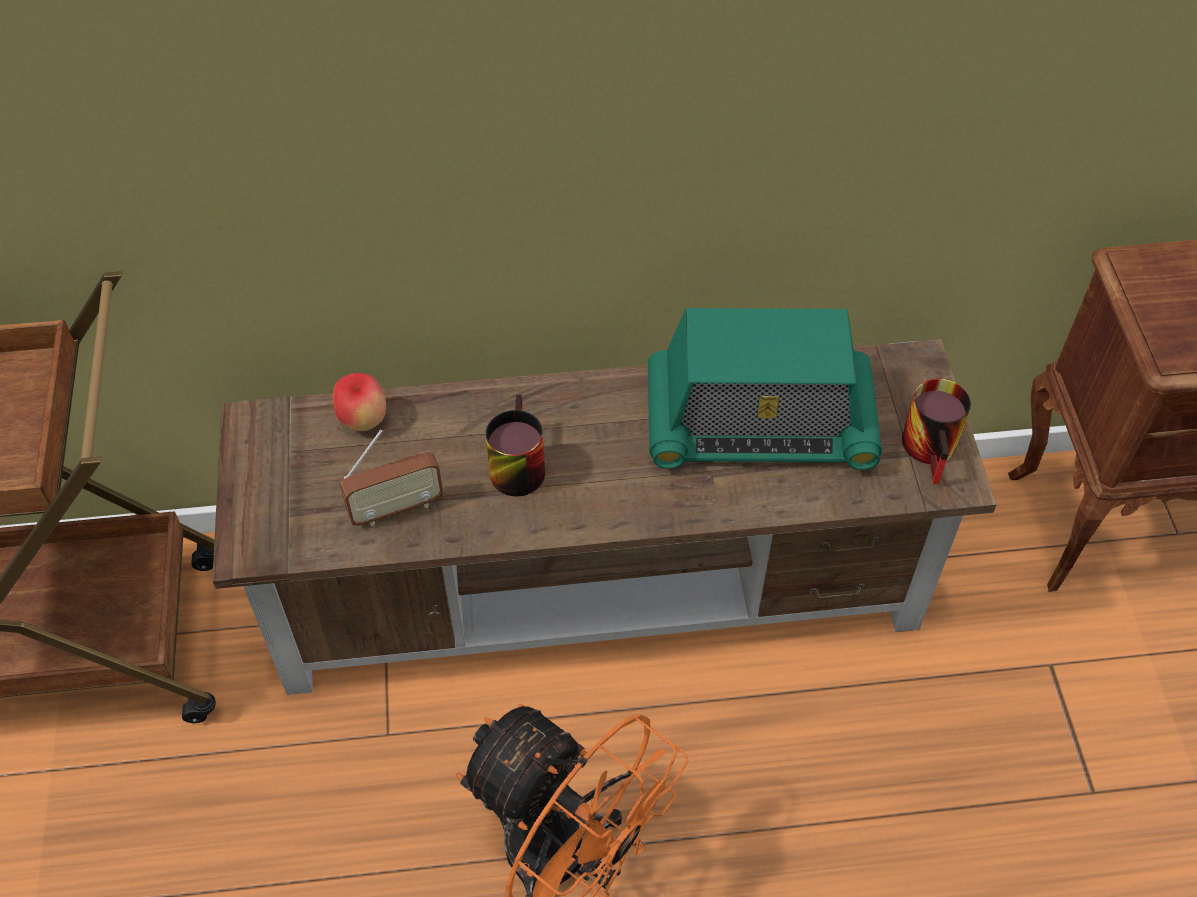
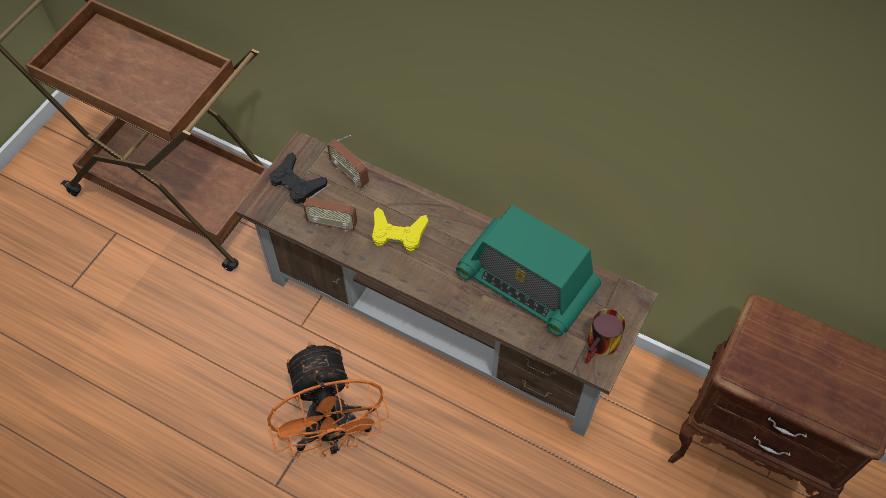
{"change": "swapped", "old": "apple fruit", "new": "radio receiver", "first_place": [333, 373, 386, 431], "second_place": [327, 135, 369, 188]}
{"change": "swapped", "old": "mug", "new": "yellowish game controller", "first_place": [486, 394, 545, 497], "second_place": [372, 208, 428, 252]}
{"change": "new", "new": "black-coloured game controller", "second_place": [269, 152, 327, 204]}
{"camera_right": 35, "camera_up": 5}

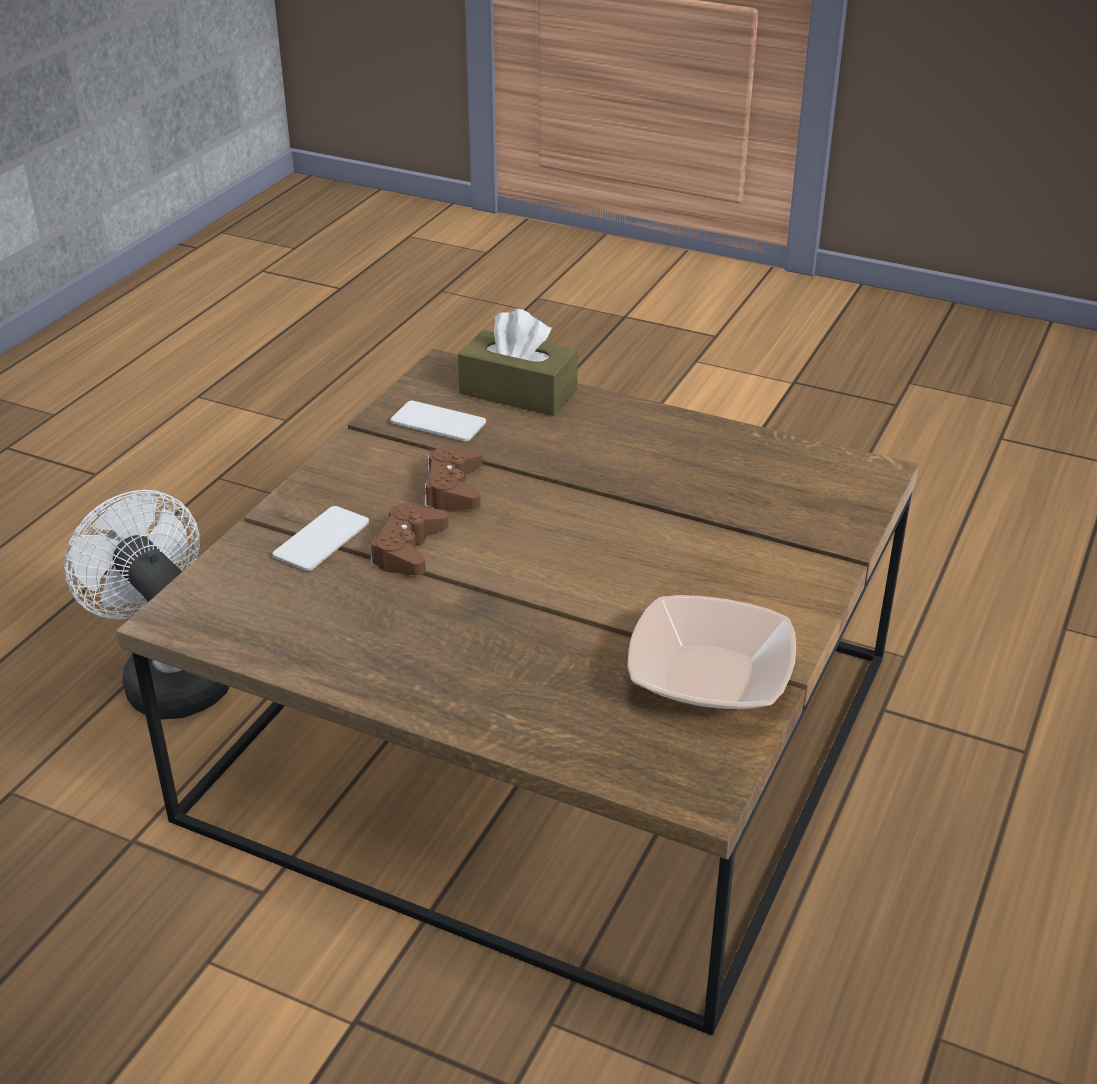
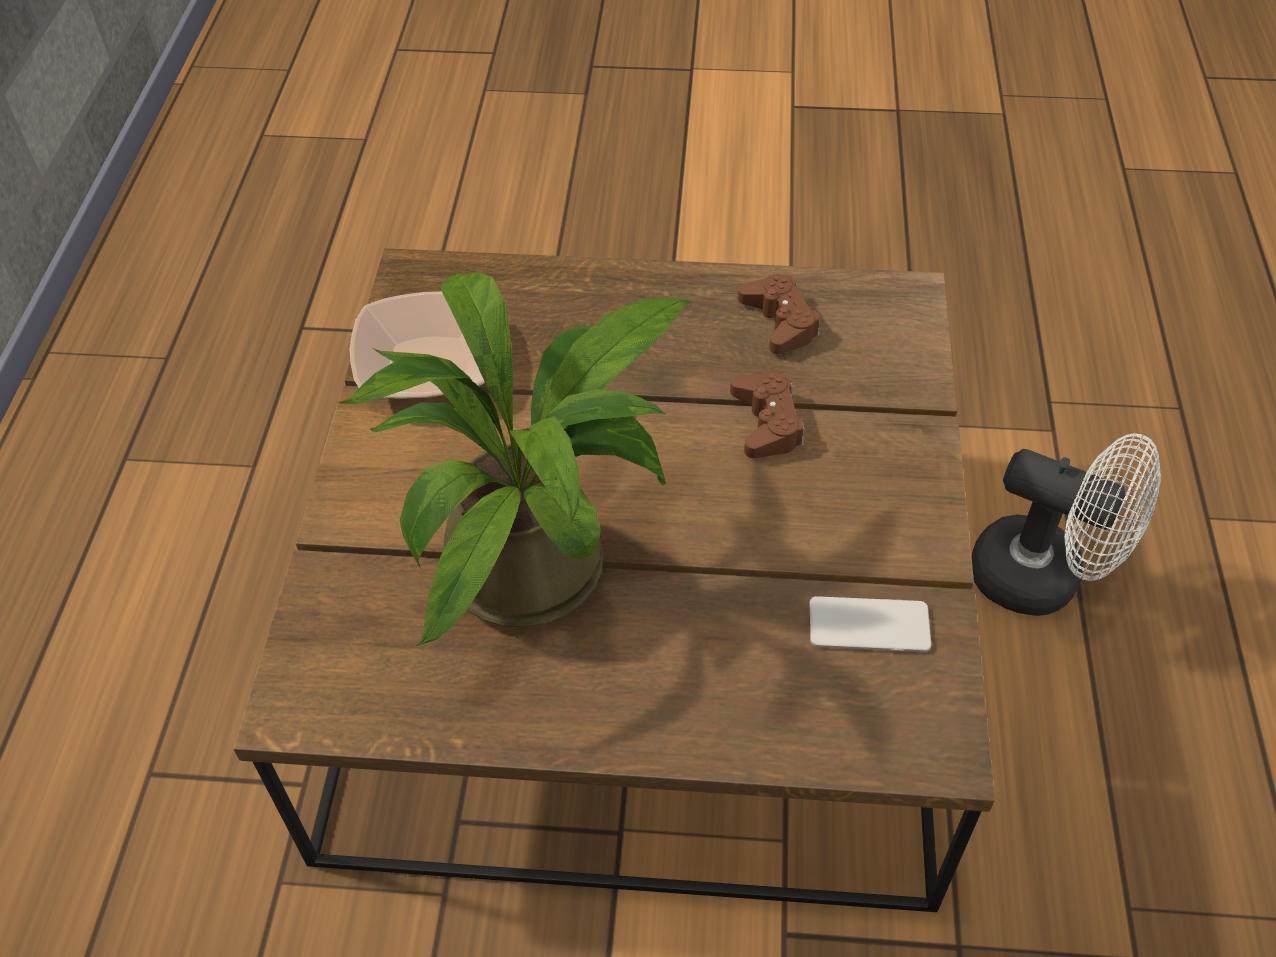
{"change": "gone", "old": "telephone", "first_place": [273, 506, 369, 571]}
{"change": "shifted", "old": "brown game controller", "first_place": [424, 446, 483, 510], "second_place": [738, 274, 820, 354]}
{"change": "gone", "old": "brown tissue holder", "first_place": [458, 309, 578, 416]}
{"change": "new", "new": "potted plant", "second_place": [339, 272, 694, 646]}
{"camera_right": 160, "camera_up": 15}

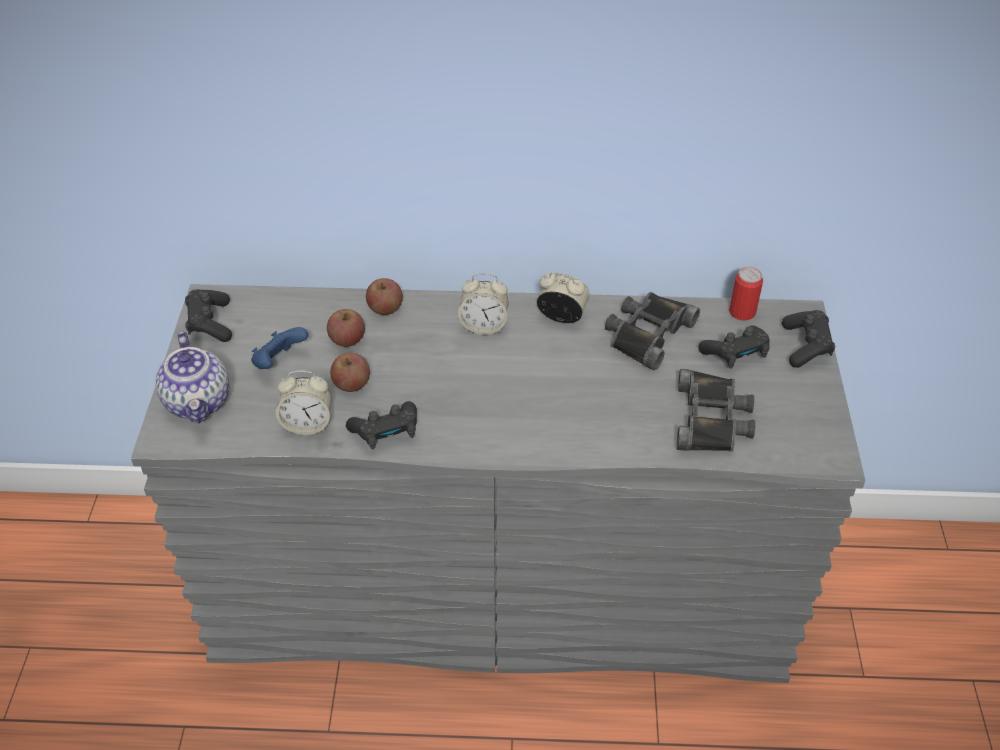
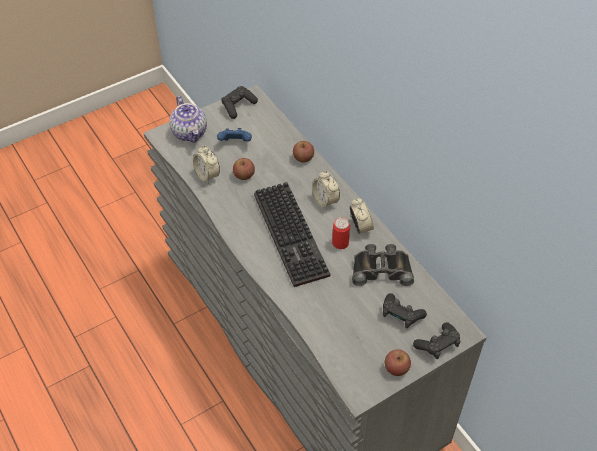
{"change": "rotated", "old": "pot for tea", "first_place": [156, 331, 229, 423], "second_place": [169, 96, 207, 143], "degrees": -60}
{"change": "shifted", "old": "apple fruit", "first_place": [327, 309, 365, 347], "second_place": [385, 349, 411, 376]}
{"change": "gone", "old": "black-coloured game controller", "first_place": [346, 401, 417, 450]}
{"change": "gone", "old": "black-coloured pair of binoculars", "first_place": [677, 369, 755, 451]}
{"change": "shifted", "old": "can", "first_place": [729, 267, 763, 320], "second_place": [332, 217, 350, 249]}
{"change": "new", "new": "computer keyboard", "second_place": [254, 182, 330, 287]}
{"camera_right": 55, "camera_up": 5}

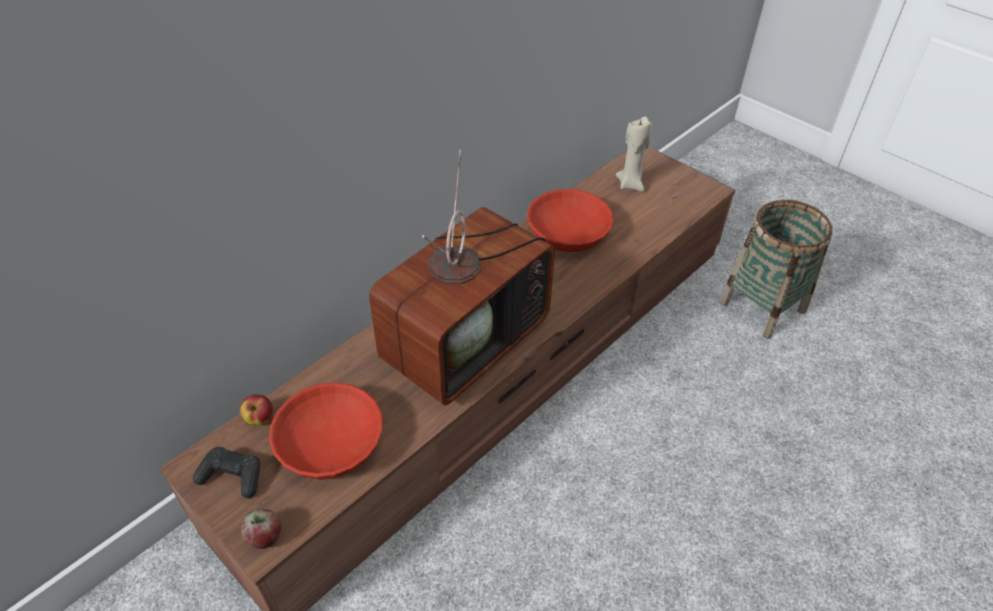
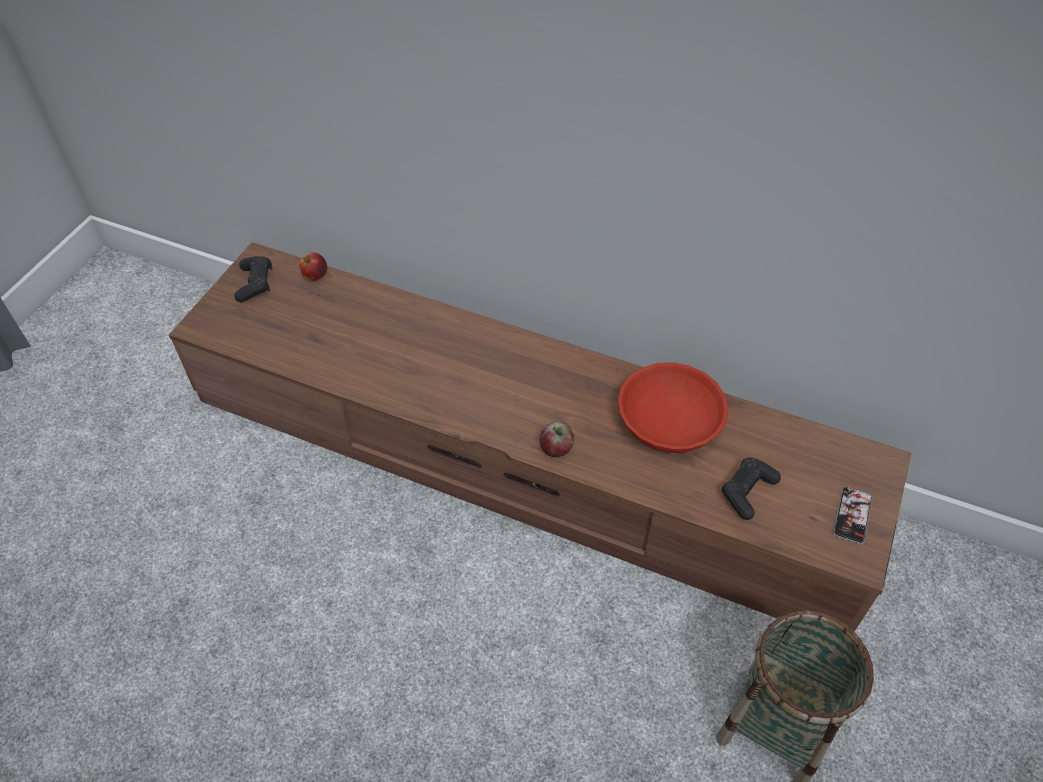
{"change": "shifted", "old": "apple fruit", "first_place": [241, 509, 281, 549], "second_place": [539, 421, 574, 457]}
{"change": "gone", "old": "reddish bowl", "first_place": [269, 382, 383, 480]}
{"change": "gone", "old": "TV set", "first_place": [369, 150, 555, 405]}
{"change": "gone", "old": "sand-coloured wax candle", "first_place": [616, 116, 652, 192]}
{"change": "new", "new": "black-coloured game controller", "second_place": [722, 457, 781, 520]}
{"change": "new", "new": "telephone", "second_place": [833, 487, 872, 544]}
{"camera_right": 70, "camera_up": 5}

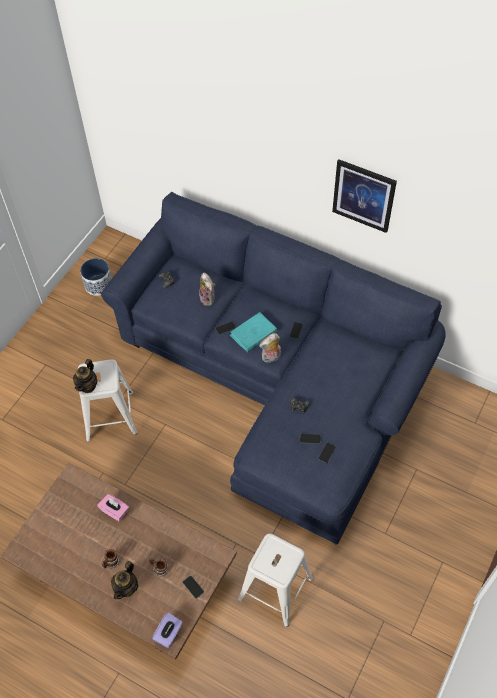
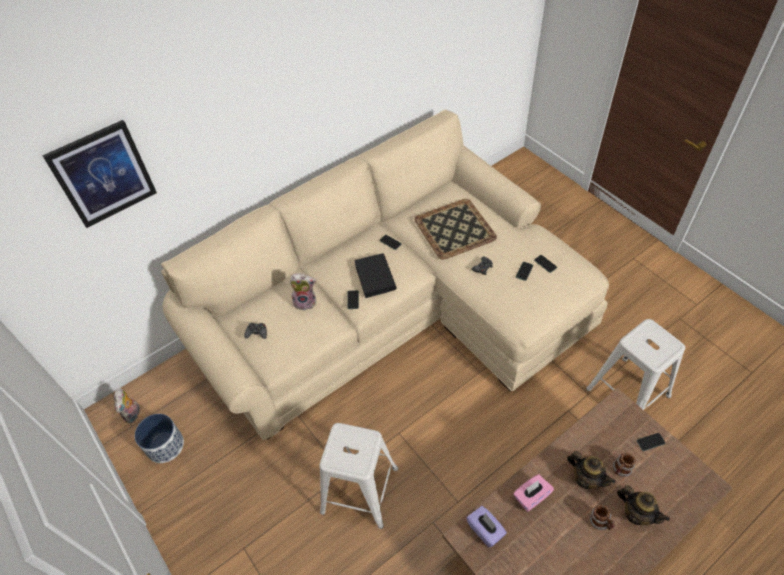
{"change": "shifted", "old": "pot for tea", "first_place": [73, 359, 98, 393], "second_place": [567, 451, 615, 489]}
{"change": "repainted", "old": "blue-coloured sofa", "new": "sand-coloured sofa", "first_place": [101, 192, 446, 545], "second_place": [161, 110, 609, 440]}
{"change": "shifted", "old": "purple tissue holder", "first_place": [152, 612, 183, 648], "second_place": [466, 506, 507, 547]}
{"change": "repainted", "old": "turquoise volume", "new": "black-coloured volume", "first_place": [230, 312, 278, 352], "second_place": [354, 253, 396, 298]}
{"change": "shifted", "old": "soft toy", "first_place": [259, 333, 281, 363], "second_place": [114, 388, 142, 423]}
{"change": "shifted", "old": "picture", "first_place": [332, 159, 397, 233], "second_place": [42, 120, 157, 228]}
{"change": "new", "new": "serving tray", "second_place": [414, 199, 497, 260]}
{"camera_right": -65, "camera_up": -5}

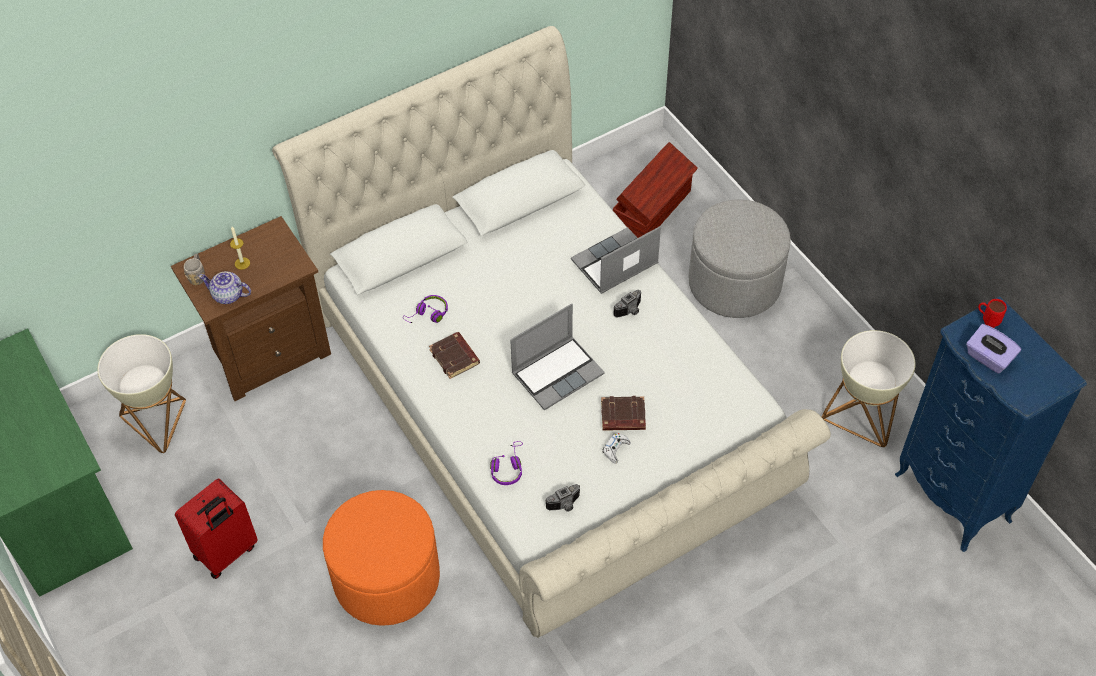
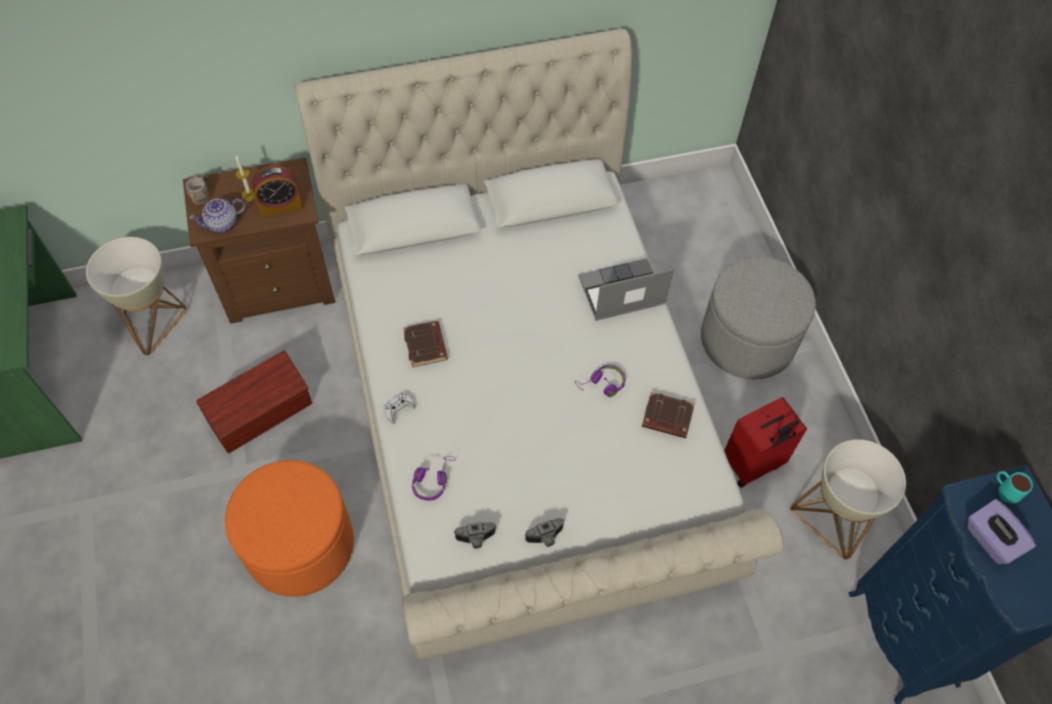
{"change": "shifted", "old": "reddish suitcase", "first_place": [175, 479, 258, 579], "second_place": [724, 397, 807, 488]}
{"change": "rotated", "old": "pot for tea", "first_place": [198, 272, 251, 304], "second_place": [189, 198, 245, 232], "degrees": -60}
{"change": "shifted", "old": "purple headset", "first_place": [403, 295, 448, 323], "second_place": [575, 365, 626, 397]}
{"change": "gone", "old": "portable computer", "first_place": [510, 303, 605, 410]}
{"change": "shifted", "old": "brown volume", "first_place": [601, 396, 646, 431], "second_place": [642, 392, 695, 438]}
{"change": "shifted", "old": "white-coloured game controller", "first_place": [602, 433, 630, 463], "second_place": [383, 393, 416, 424]}
{"change": "shifted", "old": "brown storage box", "first_place": [613, 142, 698, 238], "second_place": [196, 350, 312, 454]}
{"change": "shifted", "old": "still camera", "first_place": [613, 290, 641, 318], "second_place": [525, 518, 564, 547]}
{"change": "repainted", "old": "reddish mug", "new": "turquoise mug", "first_place": [978, 299, 1007, 328], "second_place": [997, 471, 1033, 504]}
{"change": "new", "new": "alarm clock", "second_place": [252, 165, 303, 217]}
{"camera_right": 15, "camera_up": 5}

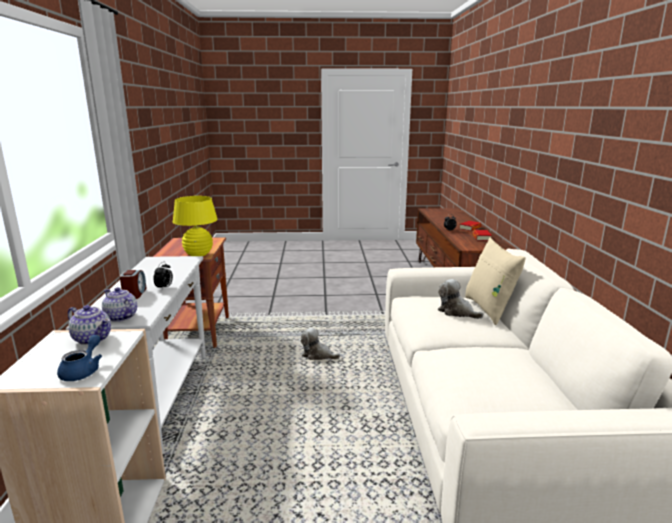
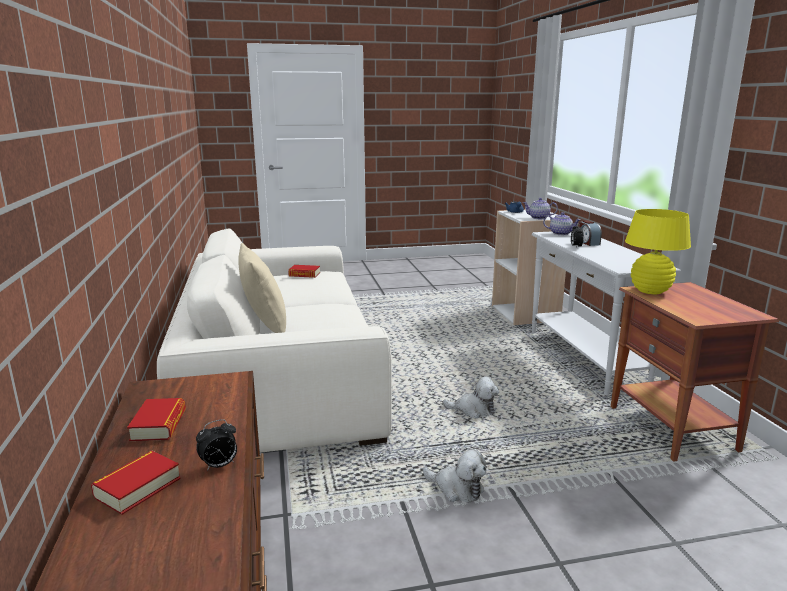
{"change": "shifted", "old": "soft toy", "first_place": [438, 279, 484, 319], "second_place": [423, 450, 486, 503]}
{"change": "new", "new": "volume", "second_place": [288, 265, 320, 278]}
{"camera_right": 170, "camera_up": 0}

